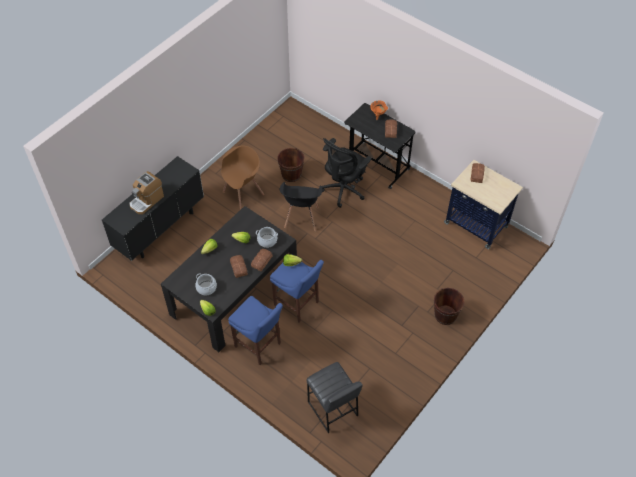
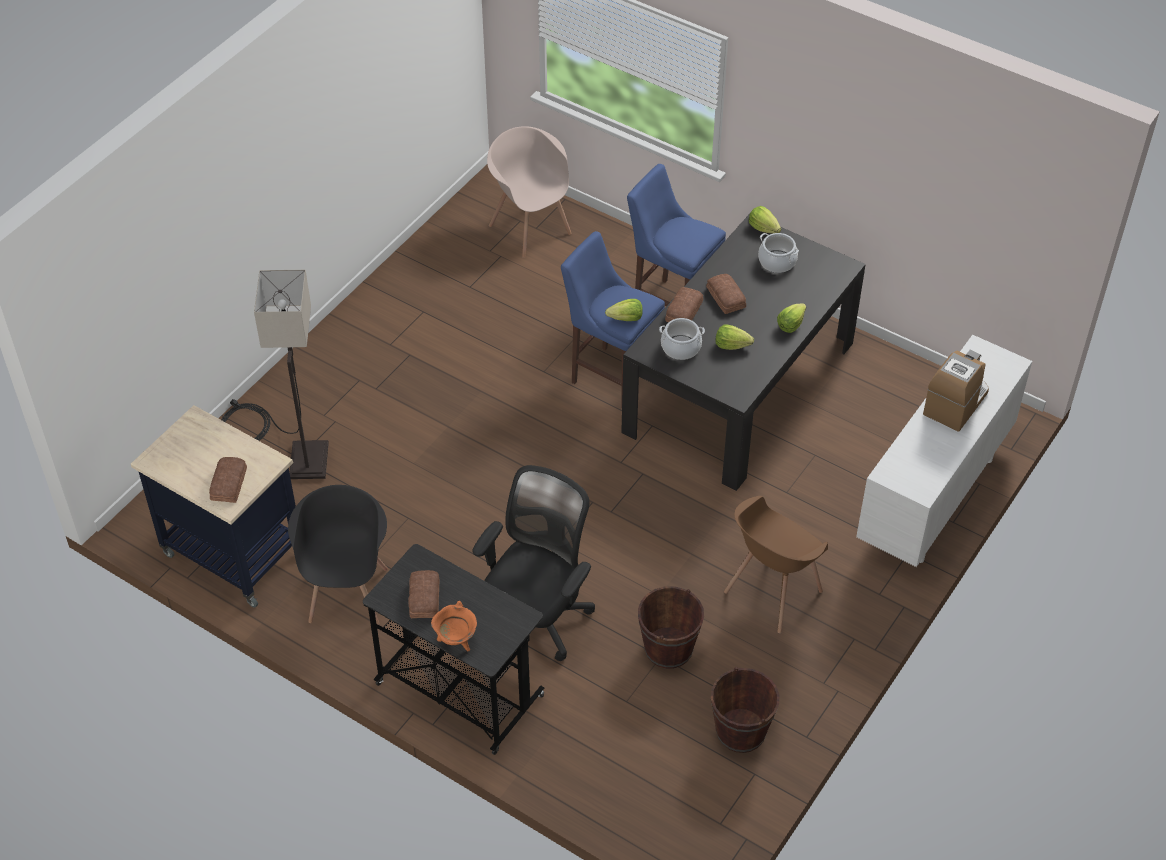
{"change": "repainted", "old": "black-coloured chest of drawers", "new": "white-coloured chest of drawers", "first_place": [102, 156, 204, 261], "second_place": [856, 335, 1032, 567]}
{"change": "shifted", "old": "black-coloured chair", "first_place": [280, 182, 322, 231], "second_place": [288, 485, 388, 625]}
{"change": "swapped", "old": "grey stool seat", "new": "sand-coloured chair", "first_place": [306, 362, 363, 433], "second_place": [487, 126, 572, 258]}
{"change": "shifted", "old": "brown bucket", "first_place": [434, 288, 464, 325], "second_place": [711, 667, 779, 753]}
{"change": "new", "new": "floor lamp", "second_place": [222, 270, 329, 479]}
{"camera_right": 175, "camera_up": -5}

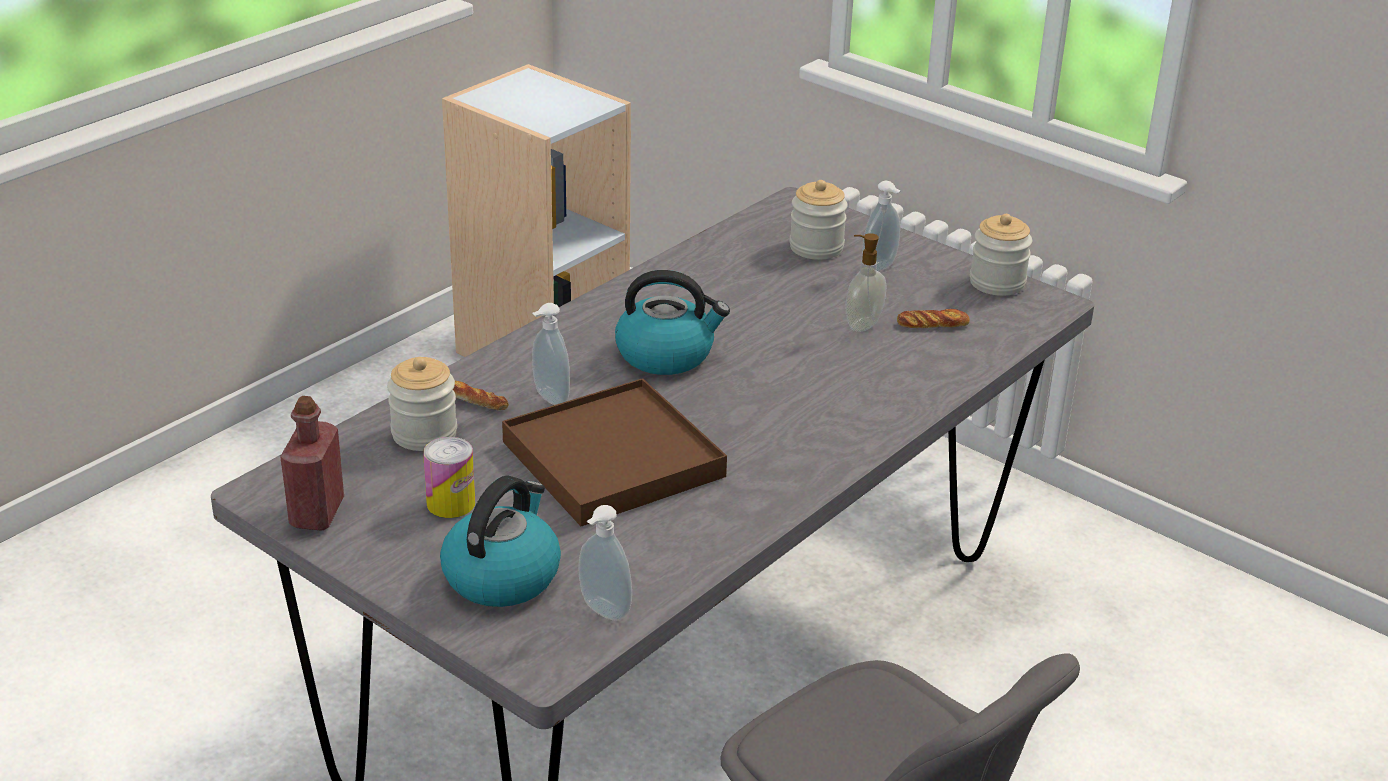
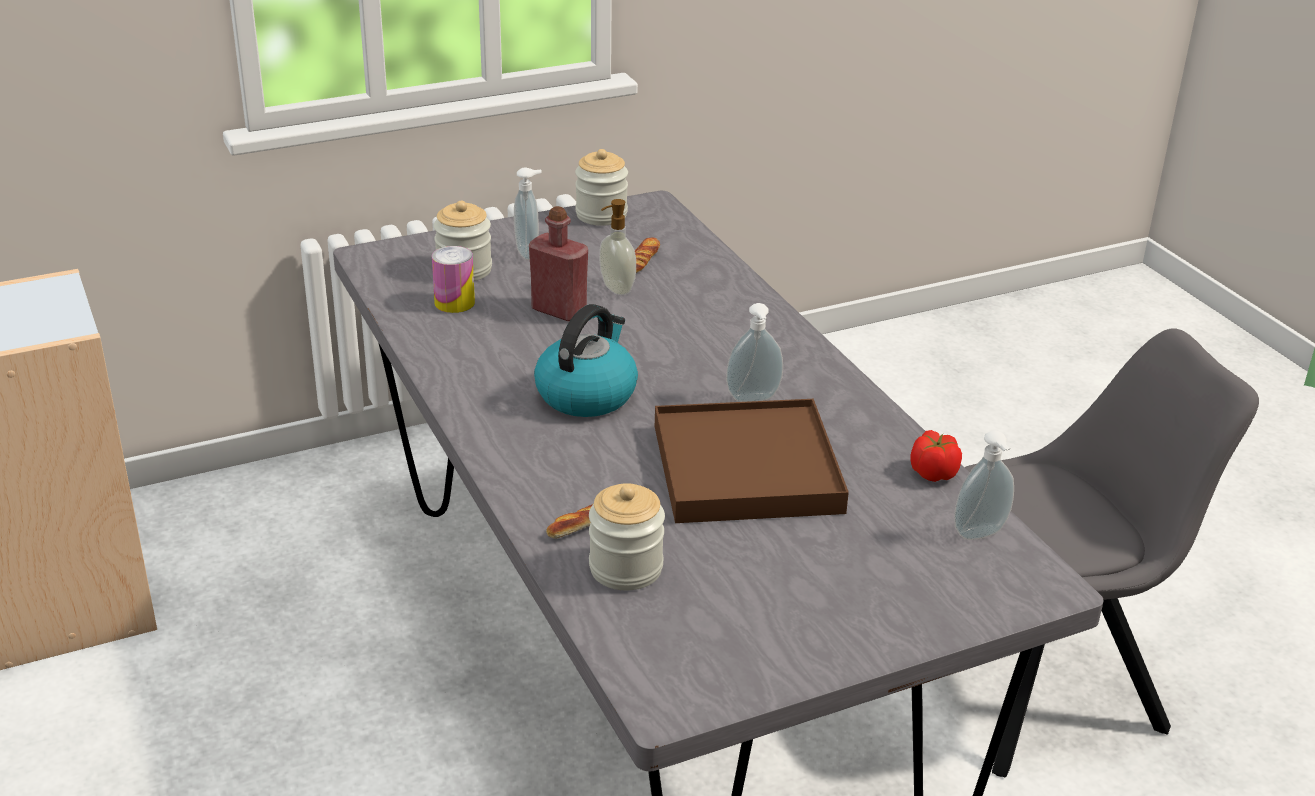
{"change": "shifted", "old": "reddish bottle", "first_place": [280, 396, 344, 531], "second_place": [529, 206, 588, 322]}
{"change": "shifted", "old": "can", "first_place": [423, 437, 475, 518], "second_place": [432, 246, 475, 313]}
{"change": "gone", "old": "water kettle", "first_place": [440, 476, 561, 607]}
{"change": "shifted", "old": "soap dispenser", "first_place": [532, 303, 570, 405], "second_place": [726, 303, 783, 402]}
{"change": "new", "new": "whole tomato", "second_place": [910, 430, 962, 482]}
{"camera_right": -65, "camera_up": 0}

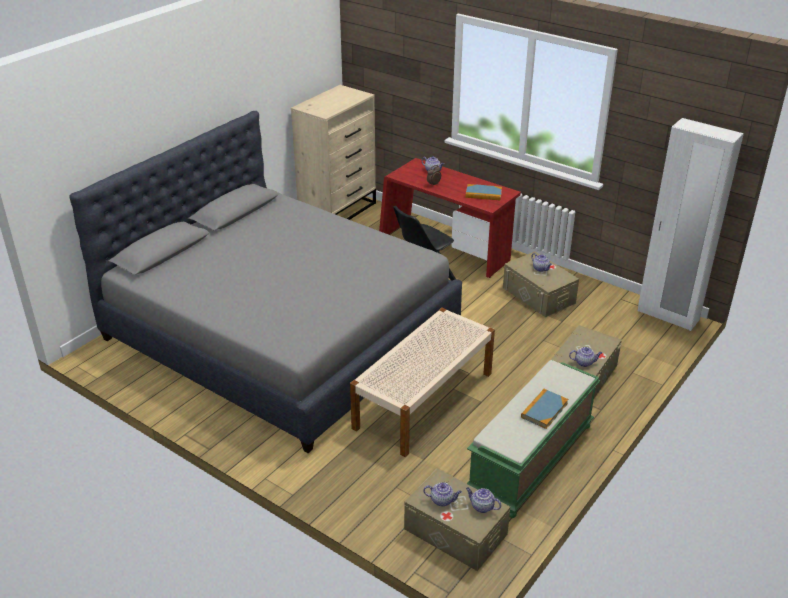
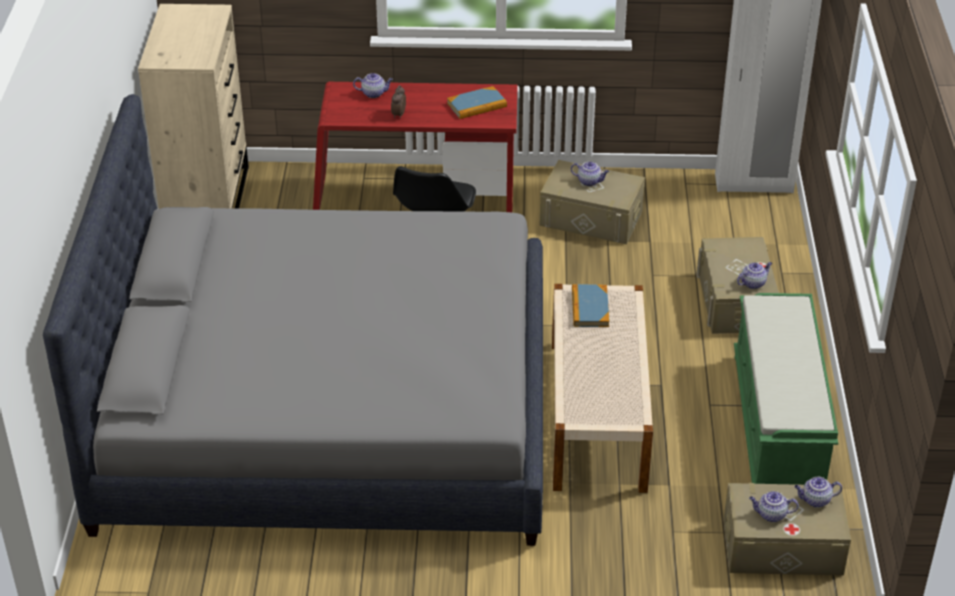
{"change": "rotated", "old": "pot for tea", "first_place": [423, 482, 462, 506], "second_place": [749, 491, 799, 522], "degrees": -150}
{"change": "shifted", "old": "volume", "first_place": [521, 389, 568, 429], "second_place": [572, 284, 610, 327]}
{"camera_right": -35, "camera_up": 5}

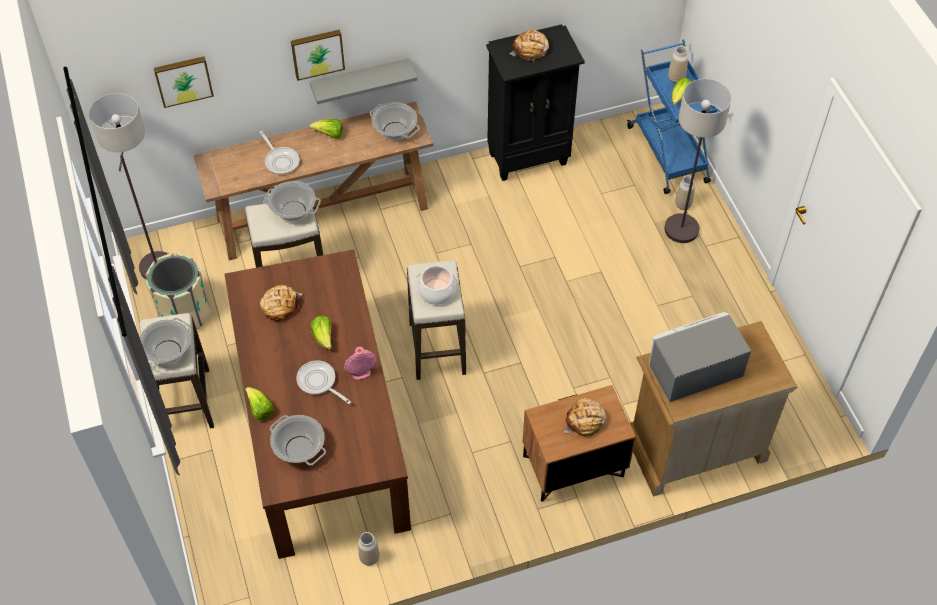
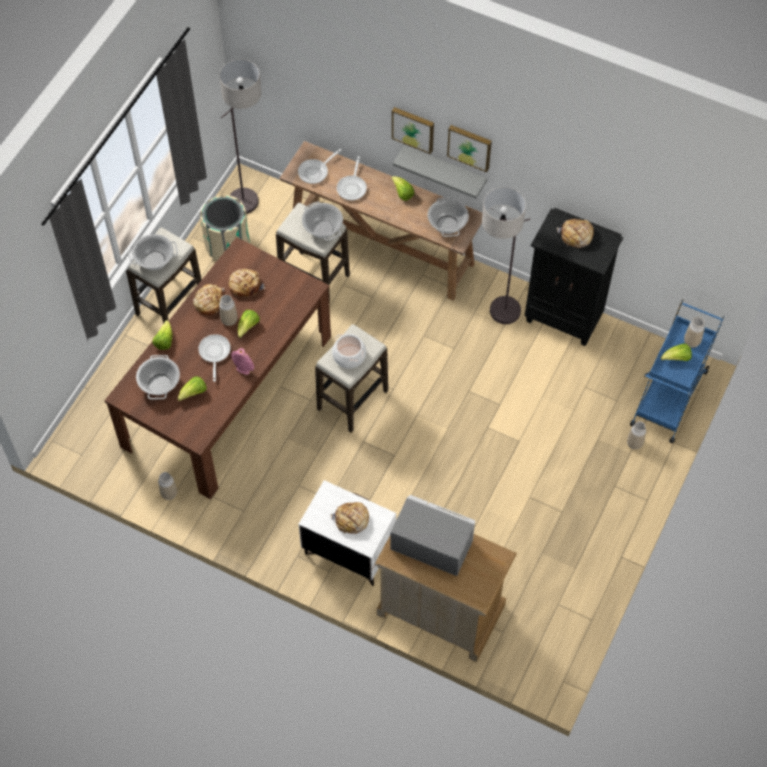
{"change": "shifted", "old": "picture", "first_place": [154, 56, 214, 108], "second_place": [447, 125, 492, 172]}
{"change": "repainted", "old": "brown bedside table", "new": "white-coloured bedside table", "first_place": [523, 385, 636, 502], "second_place": [299, 480, 396, 586]}
{"change": "shifted", "old": "grey floor lamp", "first_place": [664, 79, 731, 243], "second_place": [482, 187, 531, 324]}
{"change": "new", "new": "head of lettuce", "second_place": [178, 376, 207, 401]}
{"change": "new", "new": "bread", "second_place": [193, 284, 225, 315]}
{"change": "new", "new": "decorative vase", "second_place": [219, 295, 238, 326]}
{"change": "new", "new": "frying pan", "second_place": [298, 149, 342, 184]}
{"camera_right": 45, "camera_up": 5}

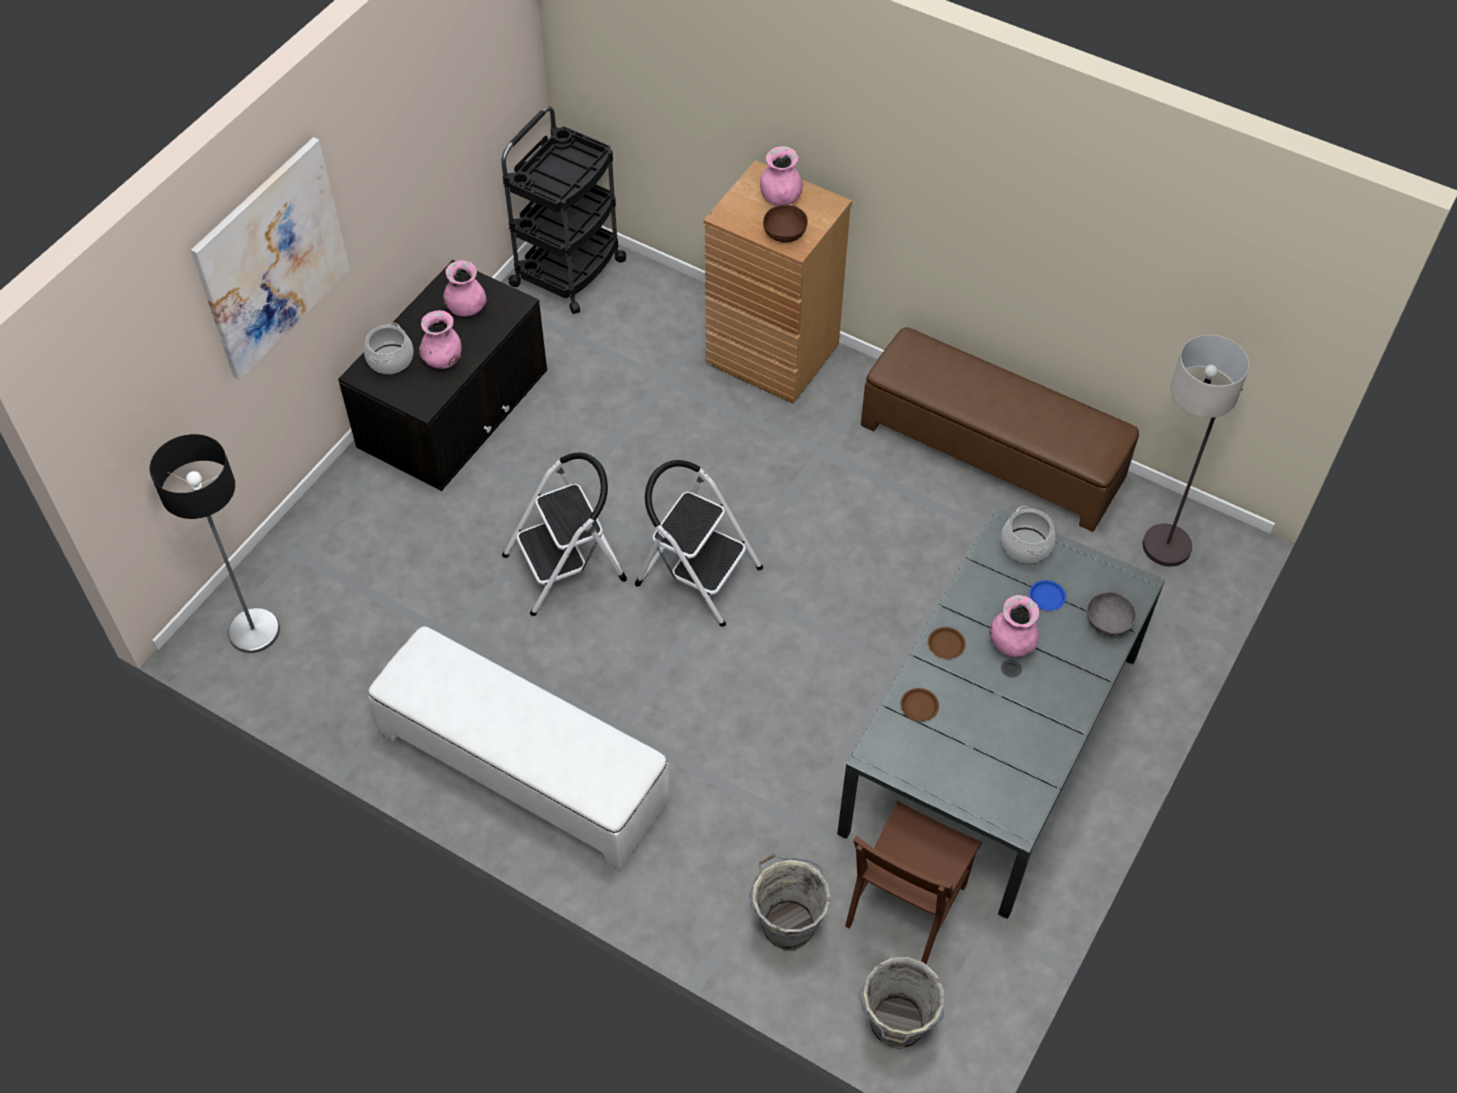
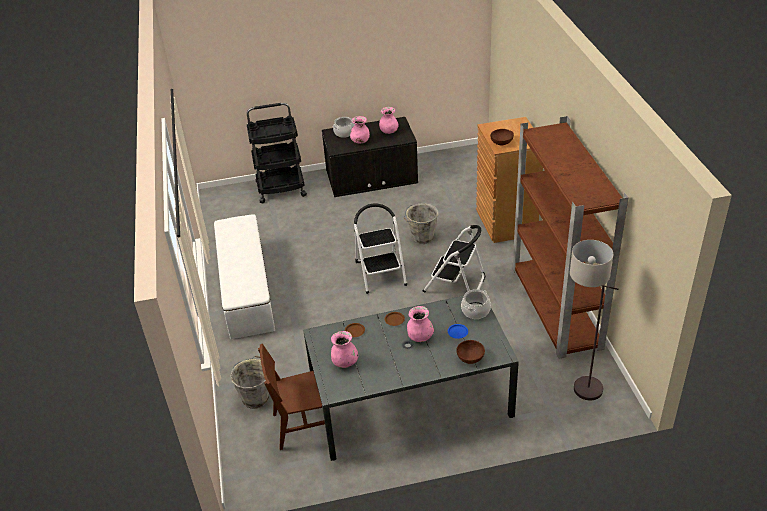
{"change": "gone", "old": "floor lamp", "first_place": [150, 434, 280, 653]}
{"change": "gone", "old": "picture", "first_place": [191, 137, 350, 380]}
{"change": "shifted", "old": "black-coloured wheeled cart", "first_place": [501, 107, 626, 314], "second_place": [247, 103, 307, 204]}
{"change": "shifted", "old": "step ladder", "first_place": [502, 452, 627, 616], "second_place": [423, 225, 486, 293]}
{"change": "shifted", "old": "pink-coloured decorative vase", "first_place": [760, 146, 803, 206], "second_place": [331, 331, 358, 368]}
{"change": "shifted", "old": "grey bucket", "first_place": [858, 957, 944, 1049], "second_place": [403, 203, 438, 244]}
{"change": "swapped", "old": "brown indoor bench", "new": "brown bookcase", "first_place": [861, 327, 1139, 532], "second_place": [513, 116, 629, 359]}
{"change": "repainted", "old": "grey bowl", "new": "brown bowl", "first_place": [1087, 591, 1136, 636], "second_place": [456, 340, 485, 364]}
{"camera_right": 50, "camera_up": -15}

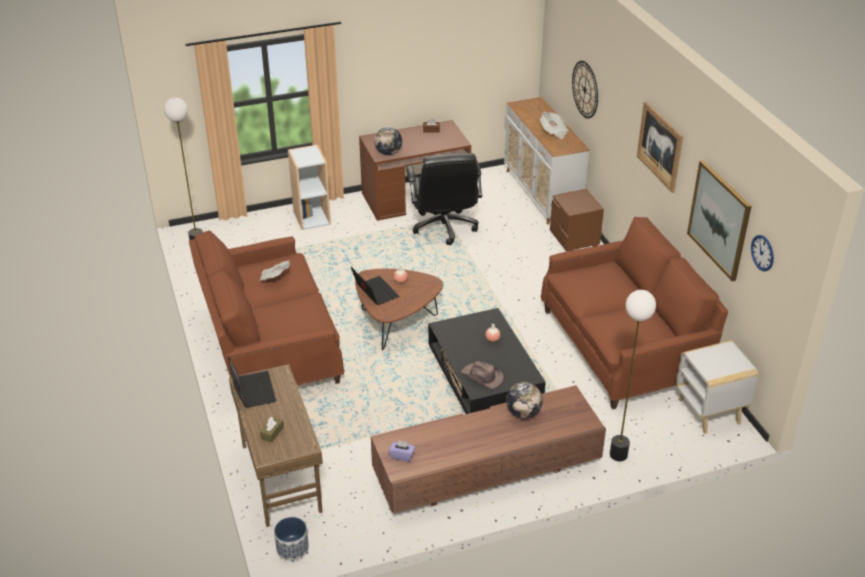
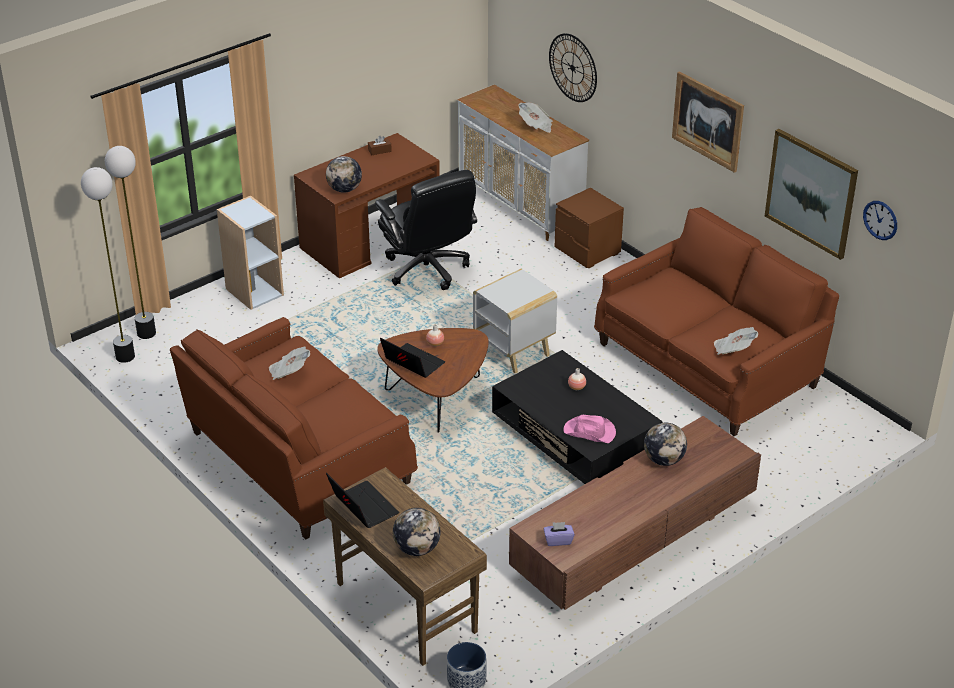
{"change": "swapped", "old": "brown tissue holder", "new": "world globe", "first_place": [260, 417, 284, 443], "second_place": [393, 508, 441, 556]}
{"change": "repainted", "old": "brown wearable hat", "new": "pink-coloured wearable hat", "first_place": [461, 361, 504, 389], "second_place": [563, 415, 616, 443]}
{"change": "shifted", "old": "floor lamp", "first_place": [610, 290, 656, 461], "second_place": [105, 146, 156, 339]}
{"change": "shifted", "old": "white-coloured end table", "first_place": [676, 340, 758, 434], "second_place": [473, 269, 557, 374]}
{"change": "new", "new": "printed paper", "second_place": [714, 327, 758, 355]}
{"camera_right": -20, "camera_up": 0}

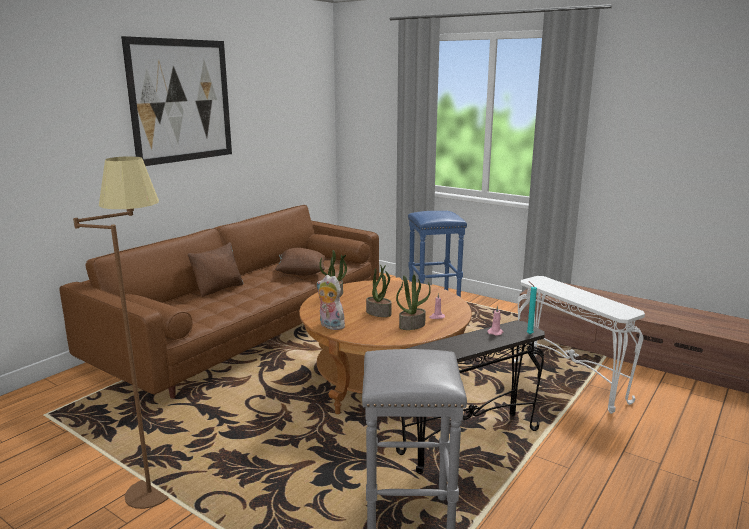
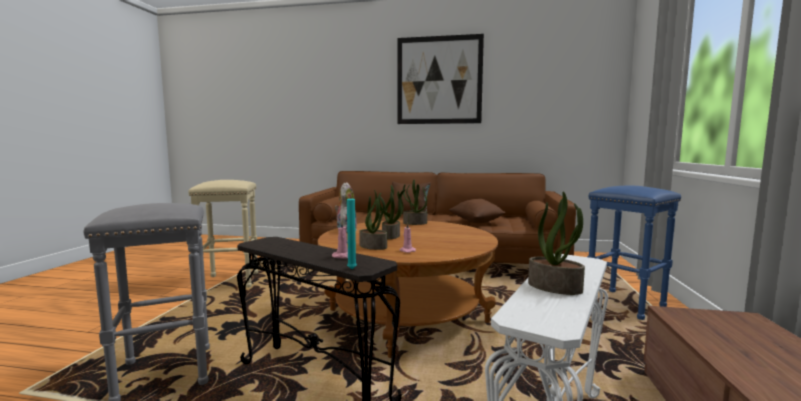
{"change": "swapped", "old": "brown floor lamp", "new": "sand-coloured stool seat", "first_place": [73, 156, 169, 509], "second_place": [188, 180, 258, 287]}
{"change": "new", "new": "potted plant", "second_place": [528, 192, 585, 295]}
{"camera_right": 65, "camera_up": -10}

